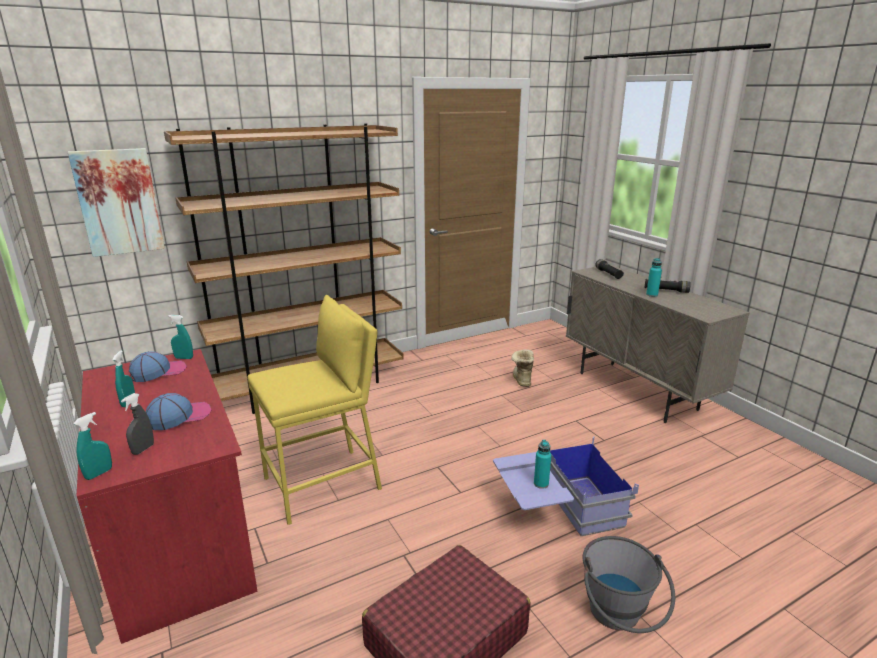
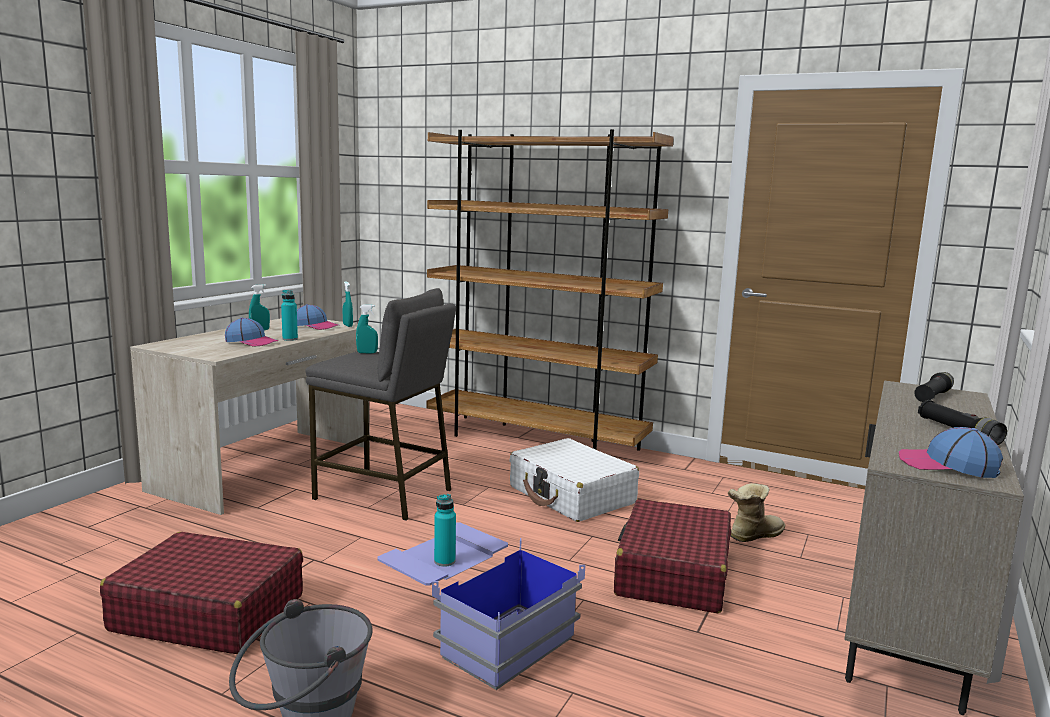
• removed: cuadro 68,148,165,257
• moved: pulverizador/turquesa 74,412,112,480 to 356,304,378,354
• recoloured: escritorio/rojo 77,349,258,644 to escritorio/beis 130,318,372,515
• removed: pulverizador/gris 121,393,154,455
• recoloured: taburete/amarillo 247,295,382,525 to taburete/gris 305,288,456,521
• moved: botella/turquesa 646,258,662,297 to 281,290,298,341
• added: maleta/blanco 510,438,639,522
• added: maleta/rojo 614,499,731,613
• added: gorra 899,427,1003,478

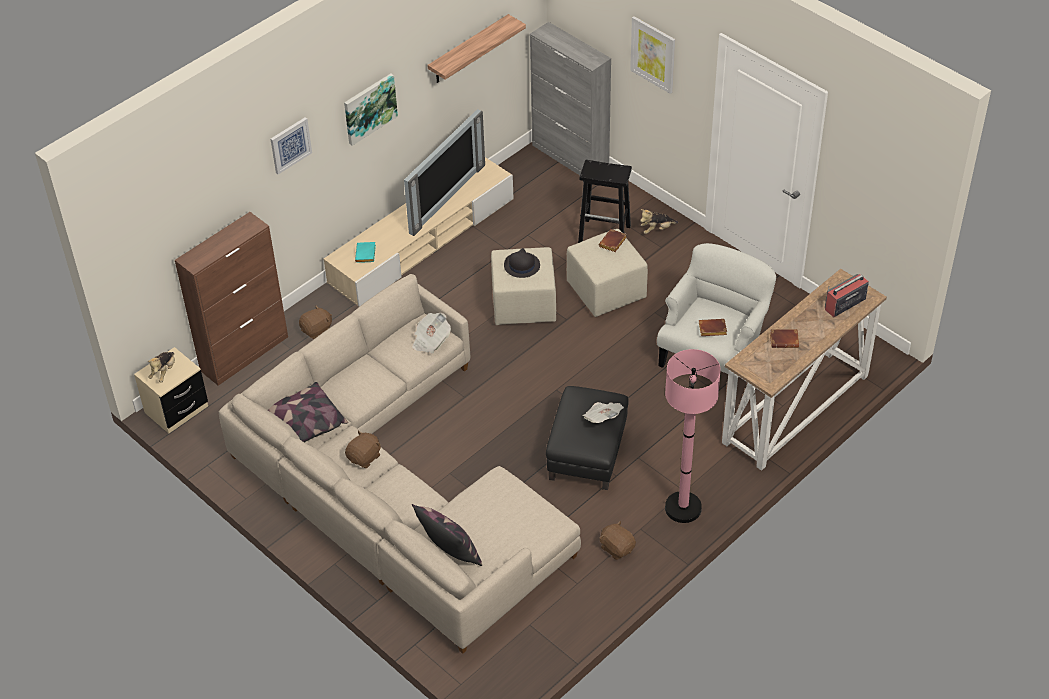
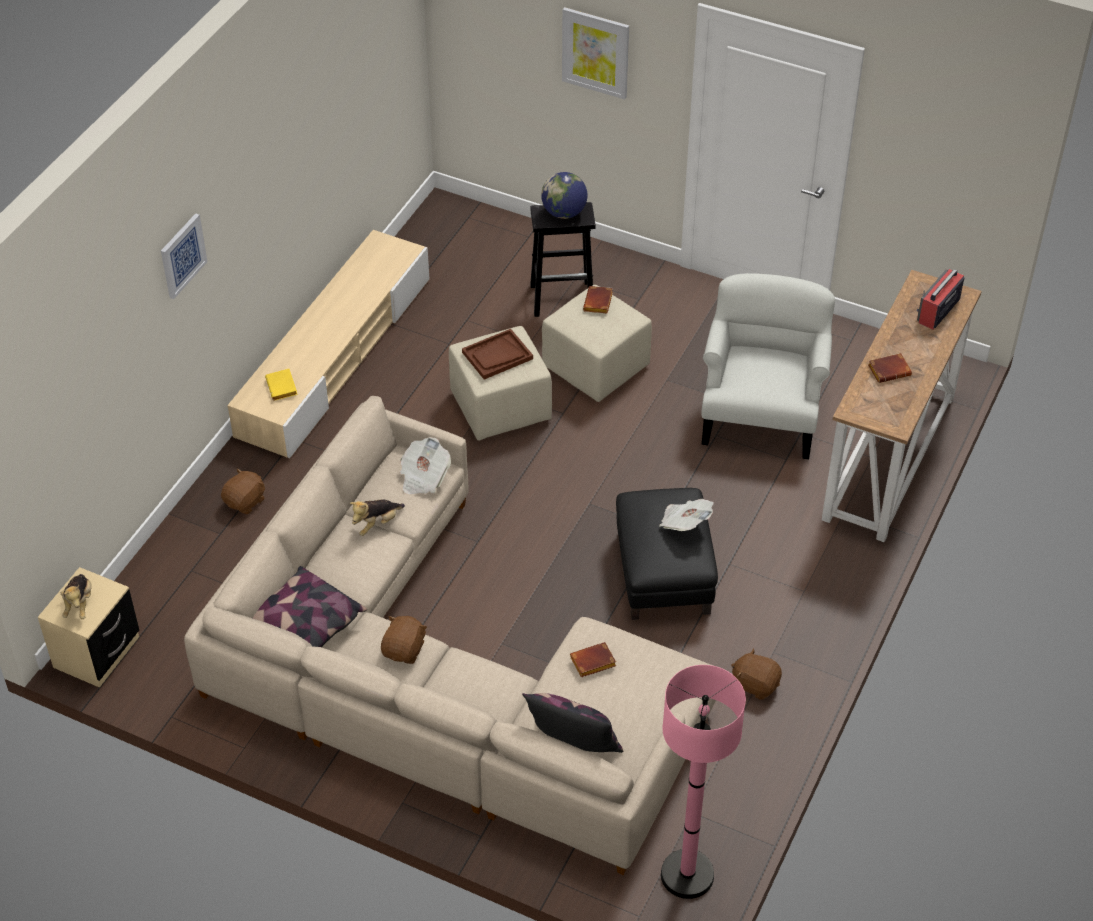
• removed: armario/marrón 175,212,288,386
• removed: cuadro 344,74,398,146
• recoloured: libro/turquesa 355,242,376,263 to libro/amarillo 265,369,298,401
• removed: televisor 404,109,485,236
• removed: estante 428,14,526,83
• replaced: sombrero/negro 504,248,540,278 to bandeja/marrón 462,329,533,380
• removed: armario/gris 530,22,611,175
• moved: peluche 640,209,678,234 to 350,499,405,536
• moved: lámpara de pie/rosa 665,349,721,523 to 661,665,746,899
• moved: libro/marrón 699,319,727,336 to 570,642,616,677
• added: globo terráqueo 541,172,588,219

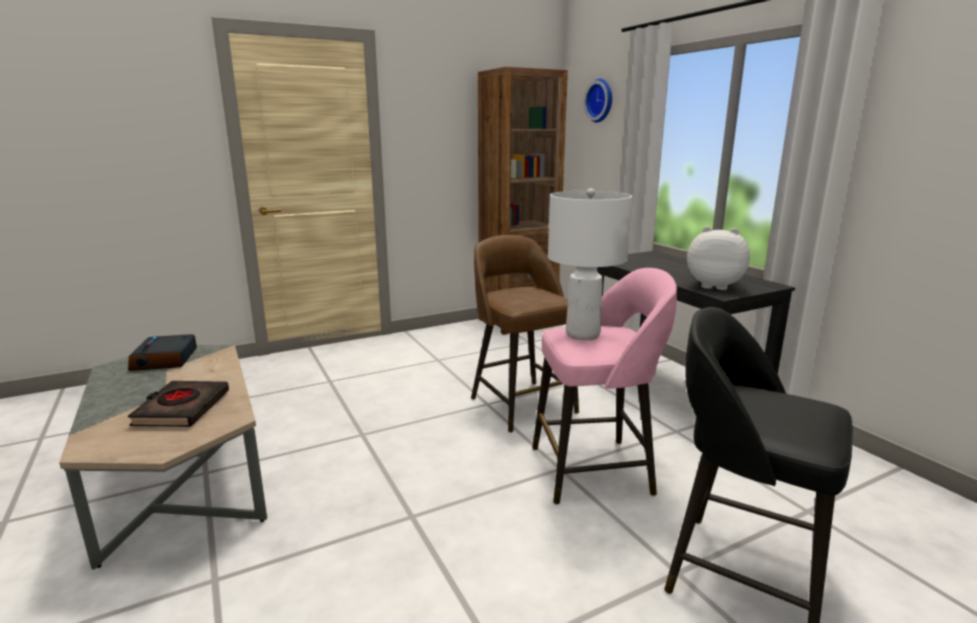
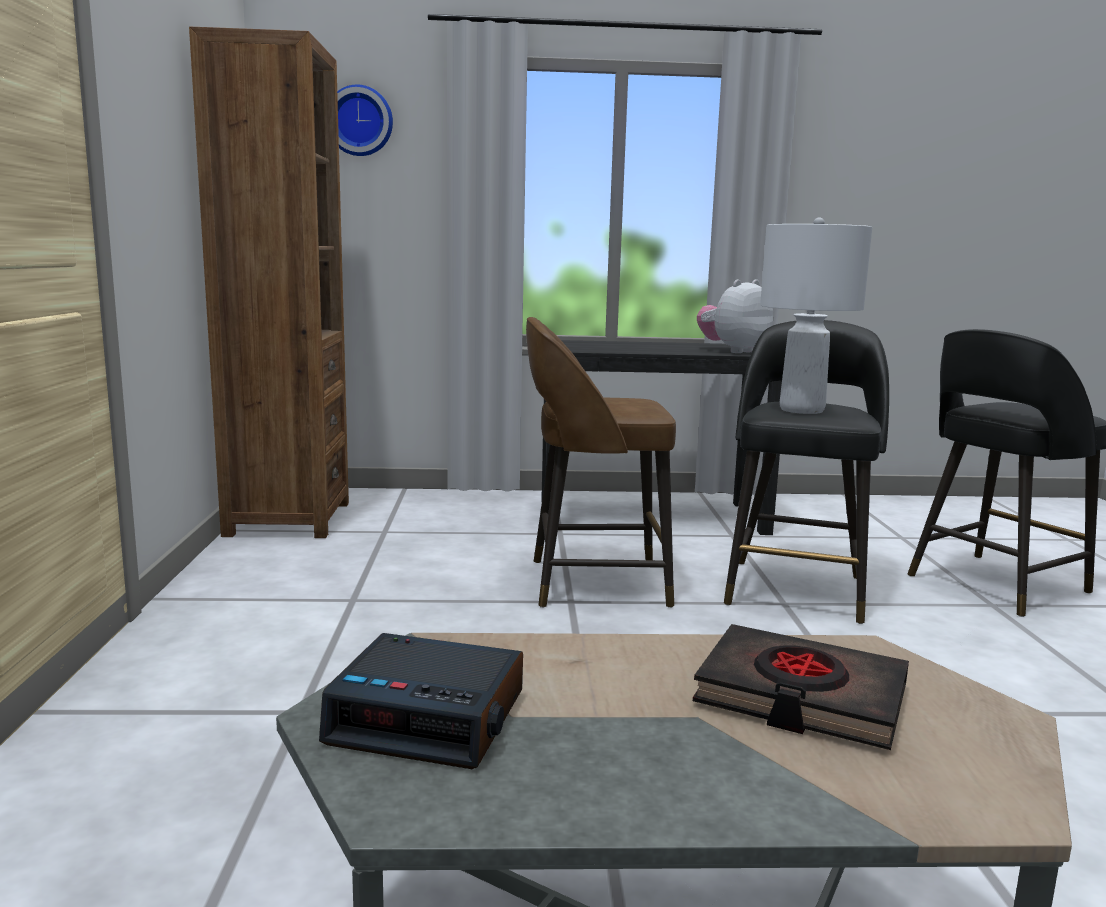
• recoloured: taburete/rosa 532,268,677,504 to taburete/negro 724,320,889,624

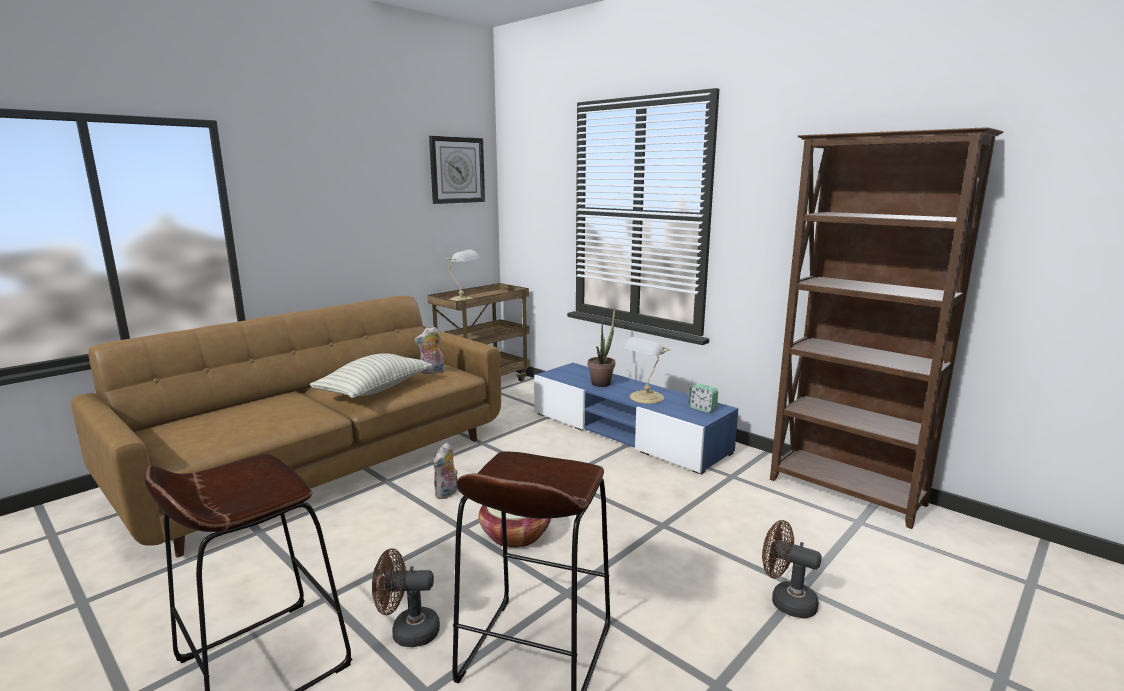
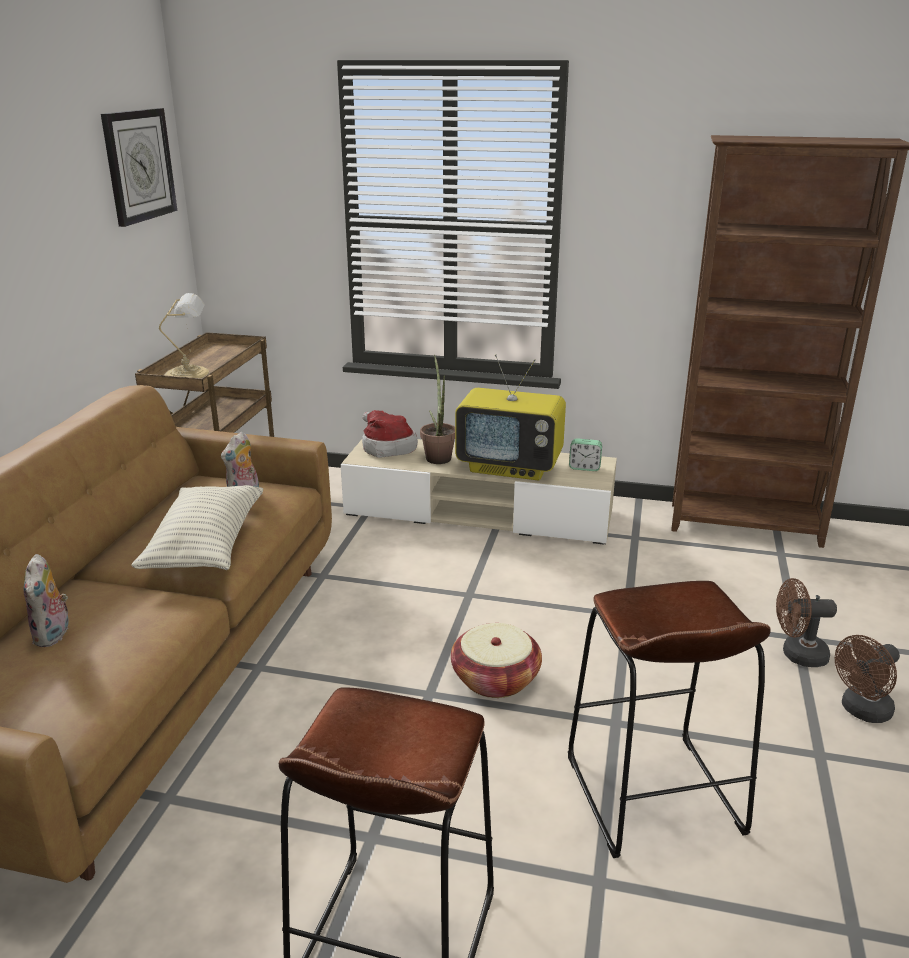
• moved: ventilador/marrón 372,548,440,647 to 835,635,900,723
• moved: peluche 433,442,458,499 to 24,554,72,647
• recoloured: mueble de televisión/azul 534,363,738,475 to mueble de televisión/beis 341,439,617,545
• replaced: lámpara de mesa 623,337,671,404 to televisor 455,354,566,480
• added: sombrero 362,410,418,458

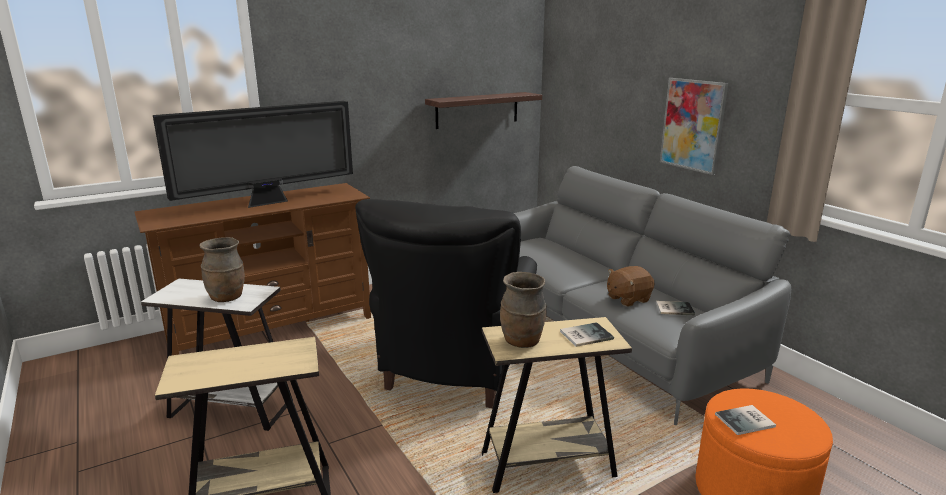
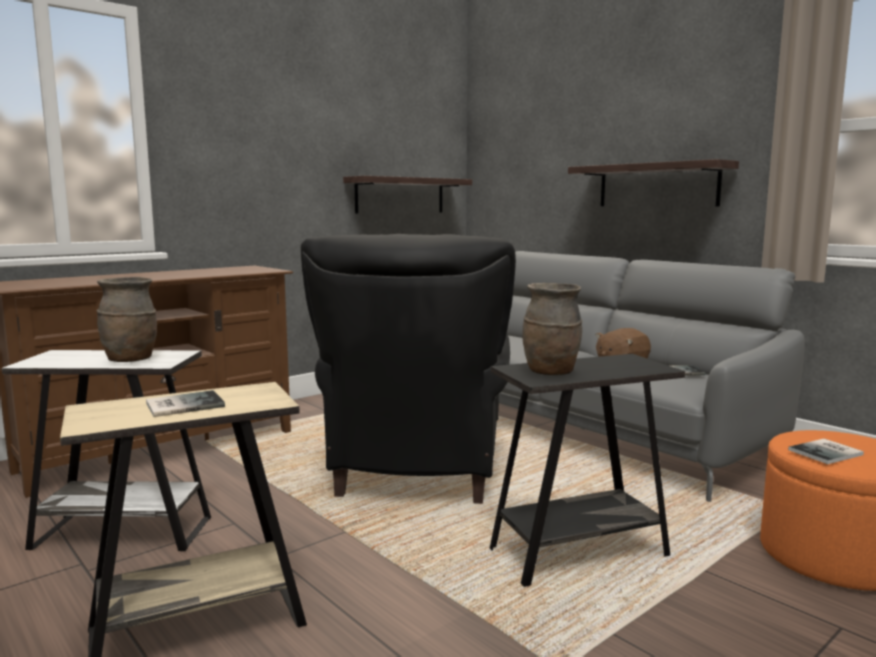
• removed: televisor 153,101,353,208
• recoloured: mesa auxiliar/beis 482,317,632,493 to mesa auxiliar/negro 490,354,685,587
• moved: libro 560,322,614,347 to 146,390,225,417
• replaced: cuadro 660,78,728,175 to estante 568,159,739,206

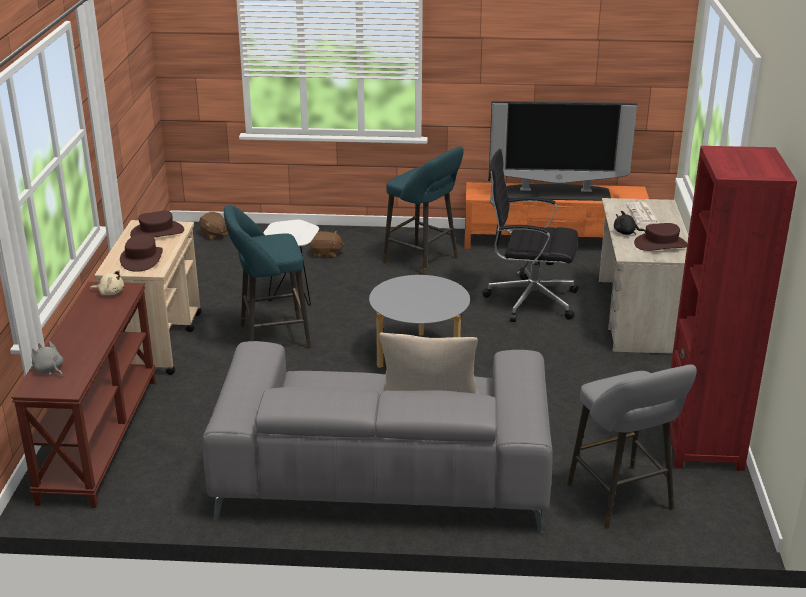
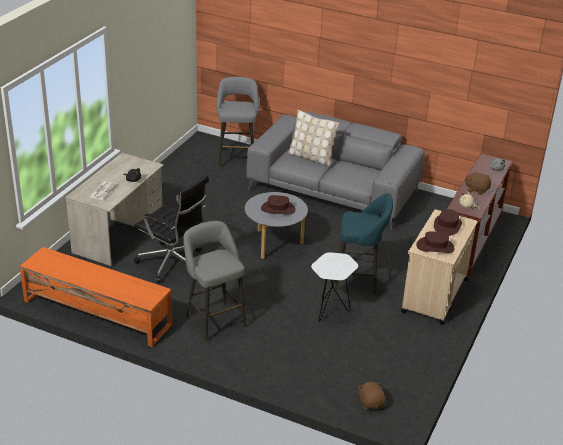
• moved: peluche/marrón 310,231,345,258 to 465,171,491,195
• recoloured: taburete/turquesa 383,146,464,275 to taburete/gris 183,221,246,341
• removed: televisor 489,101,637,201
• moved: sombrero/marrón 634,223,687,251 to 261,195,295,215
• removed: estantería/rojo 670,146,797,471

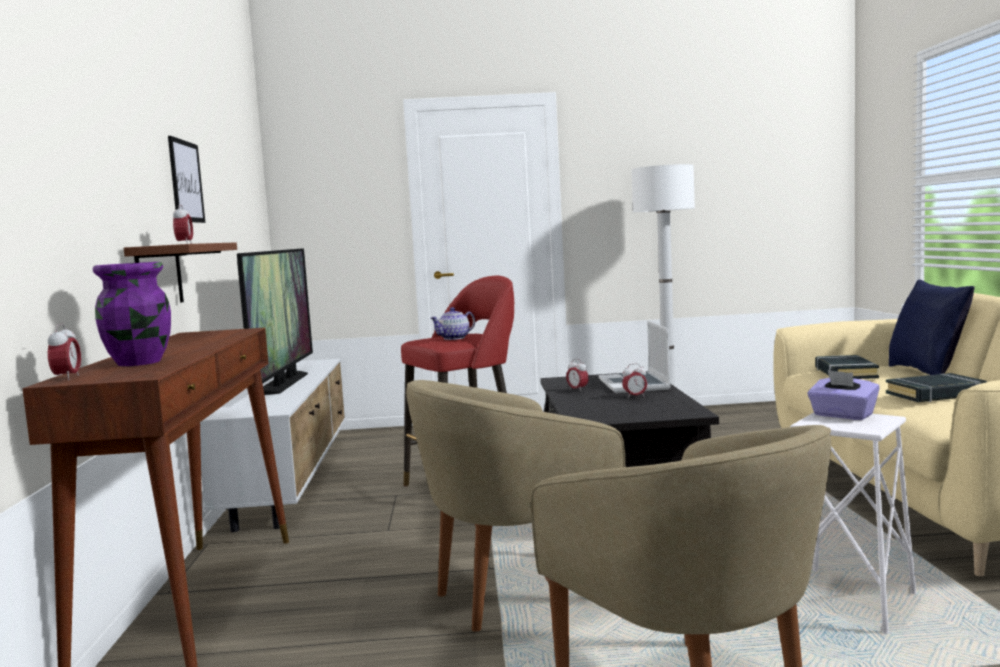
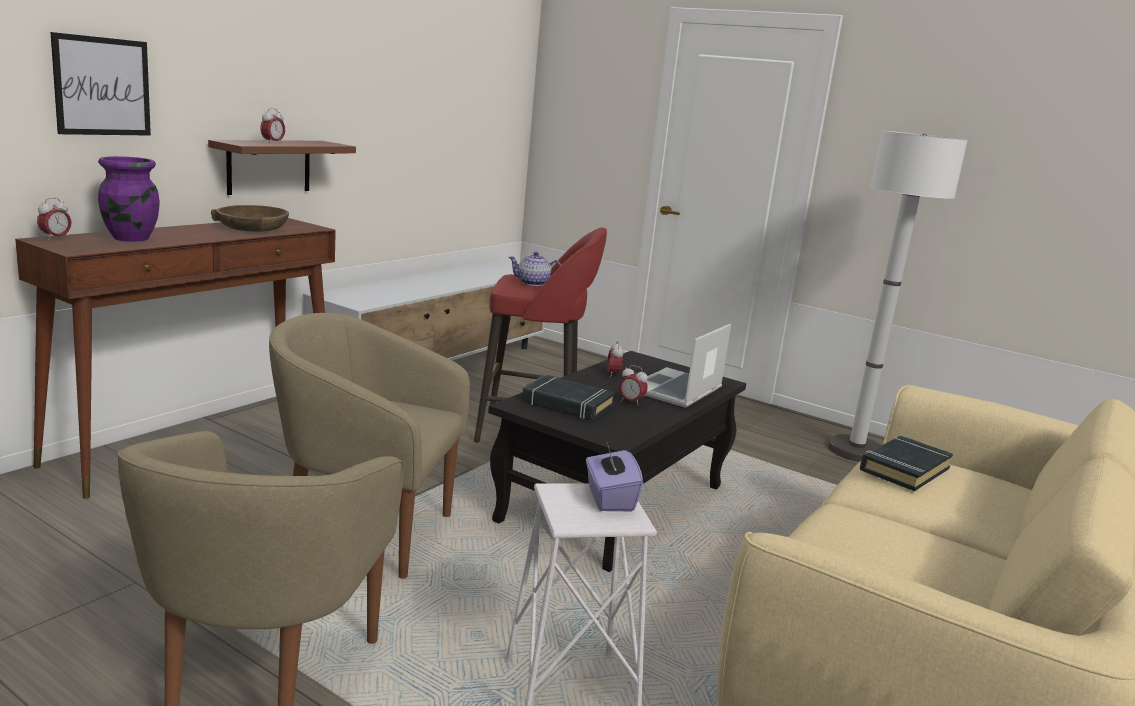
• moved: cuadro 168,136,205,223 to 50,32,151,136
• removed: televisor 237,248,313,395
• moved: libro/negro 886,373,987,402 to 522,375,615,420
• removed: cojín/azul 889,280,975,375
• added: cuenco/marrón 211,205,289,232

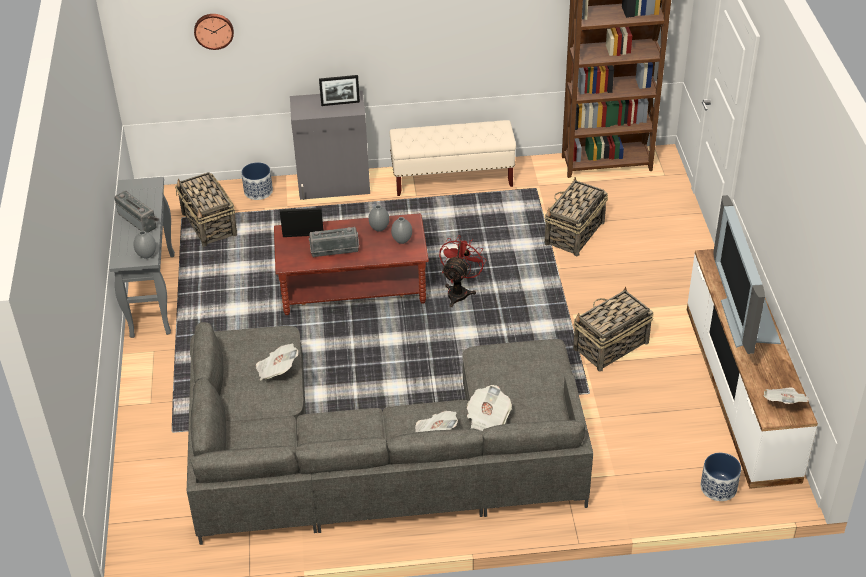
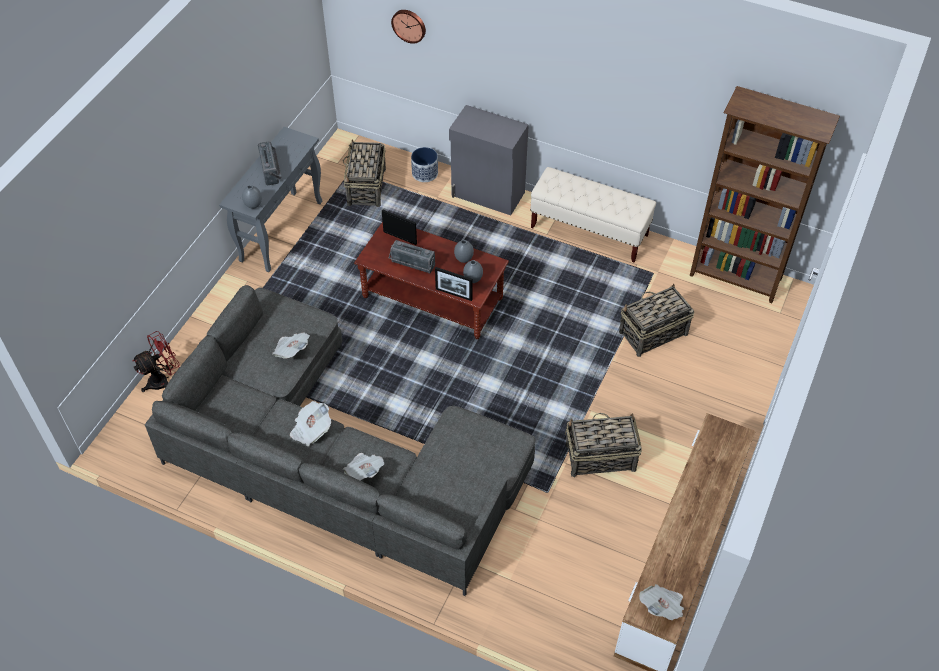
• moved: portarretratos 319,75,360,106 to 435,267,473,301
• moved: ventilador/rojo 439,235,486,307 to 132,331,180,392
• moved: periódico 467,385,512,432 to 290,401,331,447
• removed: maceta 701,453,741,501
• removed: televisor 713,195,781,354

